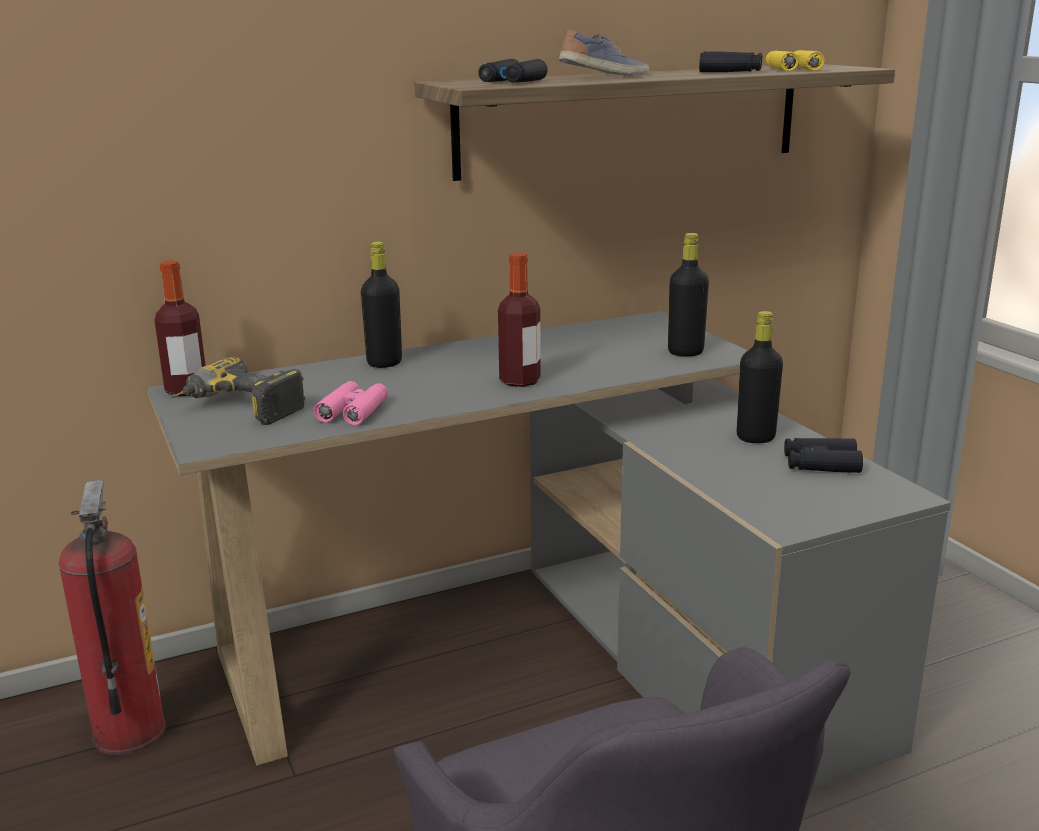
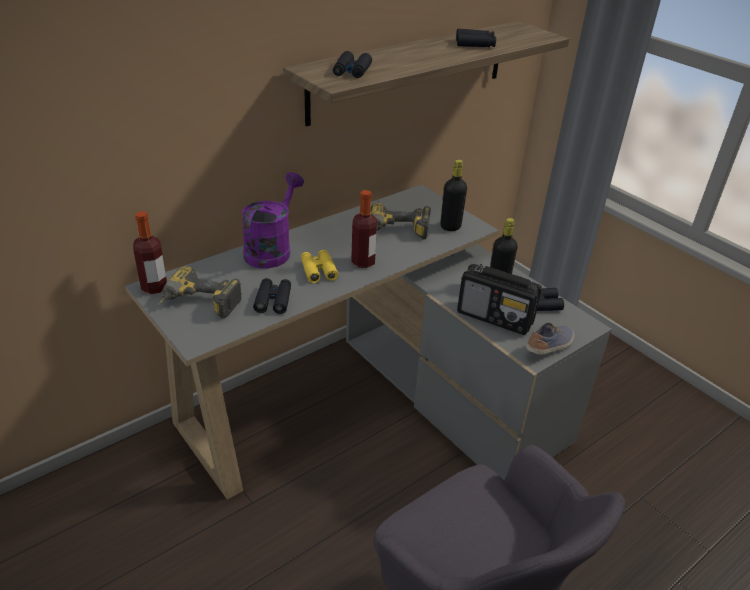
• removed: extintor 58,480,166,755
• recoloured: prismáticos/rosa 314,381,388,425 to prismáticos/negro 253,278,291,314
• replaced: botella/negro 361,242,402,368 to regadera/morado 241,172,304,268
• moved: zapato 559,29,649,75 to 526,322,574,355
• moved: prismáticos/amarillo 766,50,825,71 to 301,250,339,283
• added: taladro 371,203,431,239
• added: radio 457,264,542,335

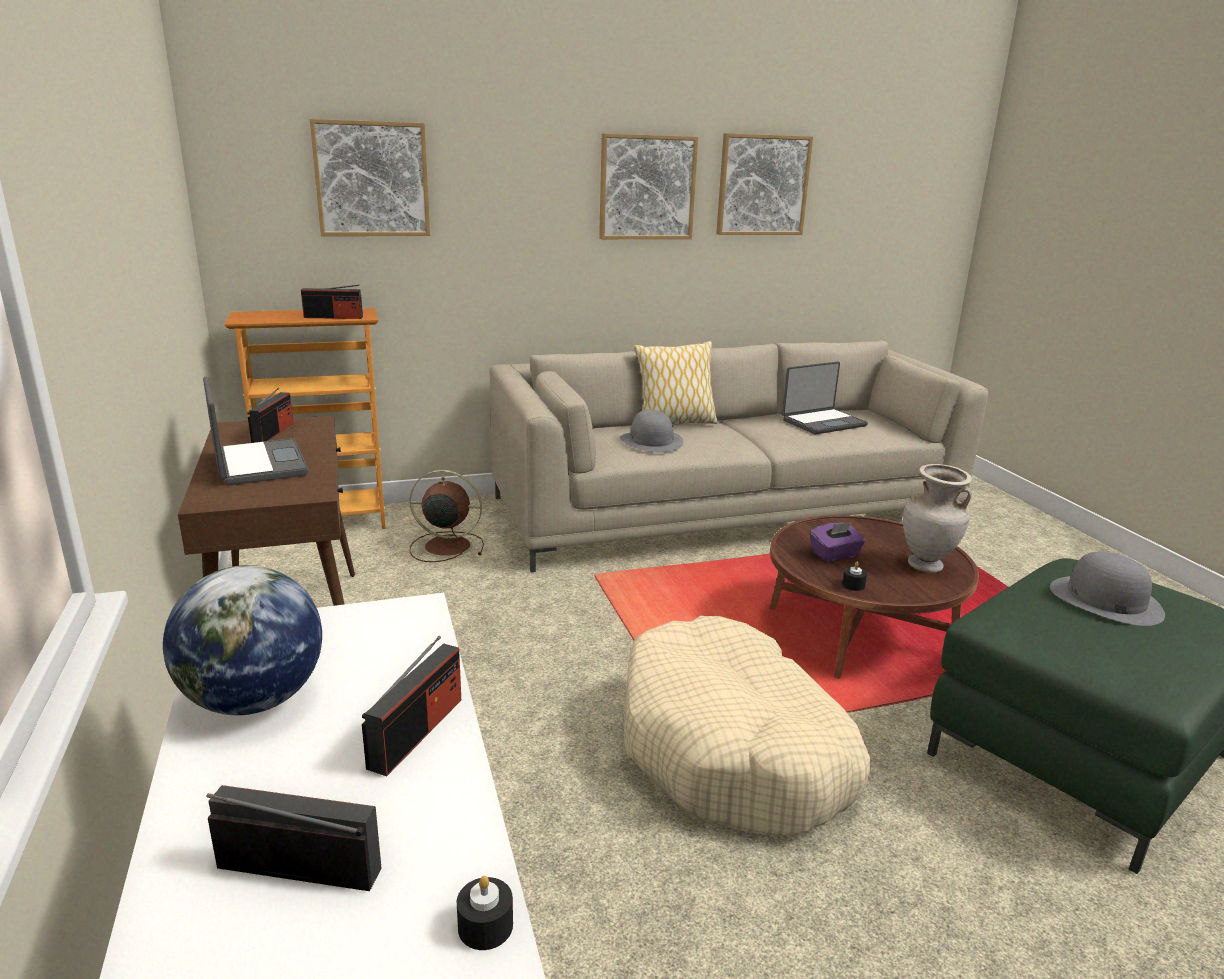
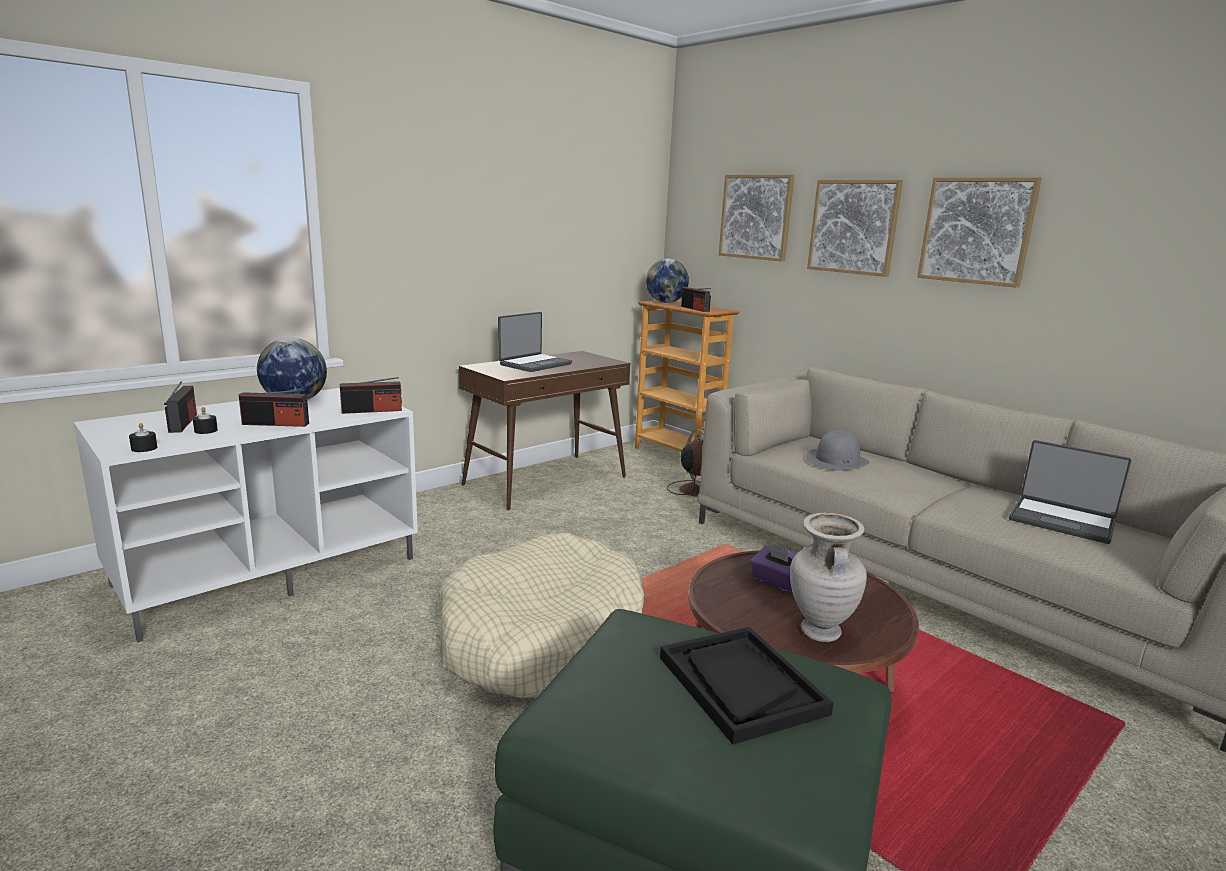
• moved: radio 248,388,293,443 to 340,377,402,414
• removed: cojín 634,341,718,425
• moved: cuadro 716,133,813,235 to 807,180,903,277
• moved: vela/negro 842,561,867,591 to 193,407,218,434
• replaced: sombrero/gris 1050,552,1165,626 to bandeja/negro 660,627,834,745
• added: globo terráqueo 646,259,689,303

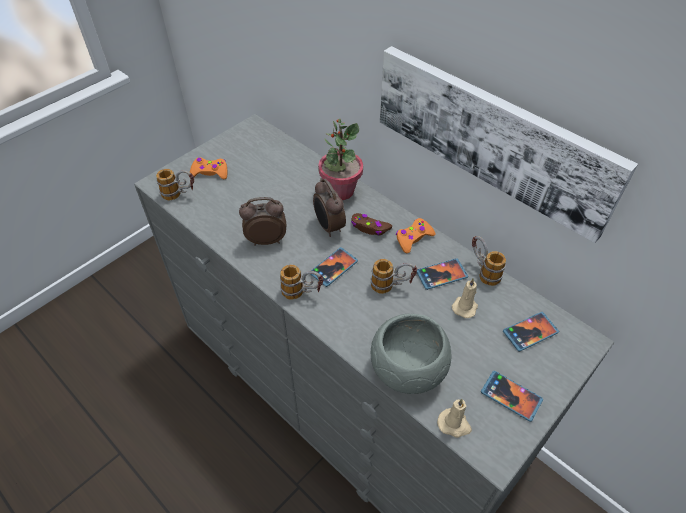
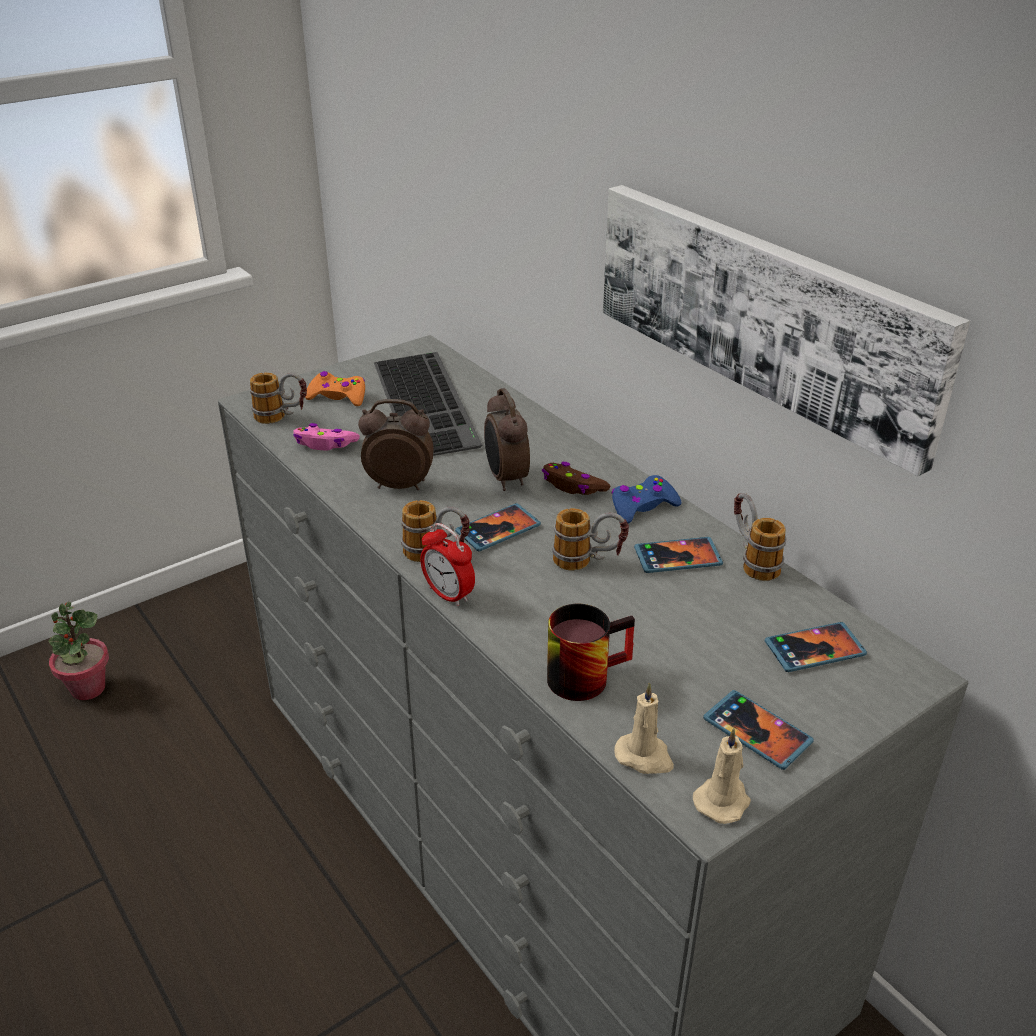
• moved: planta en maceta 318,119,363,200 to 48,602,109,700
• replaced: cuenco/gris 371,314,451,394 to taza grande 547,604,635,701
• recoloured: mando de consola/naranja 396,218,436,253 to mando de consola/azul 612,475,682,524
• moved: vela/beis 452,278,478,318 to 693,728,751,824
• added: mando de consola/rosa 293,423,360,451
• added: teclado 374,352,482,456
• added: despertador 420,523,475,607

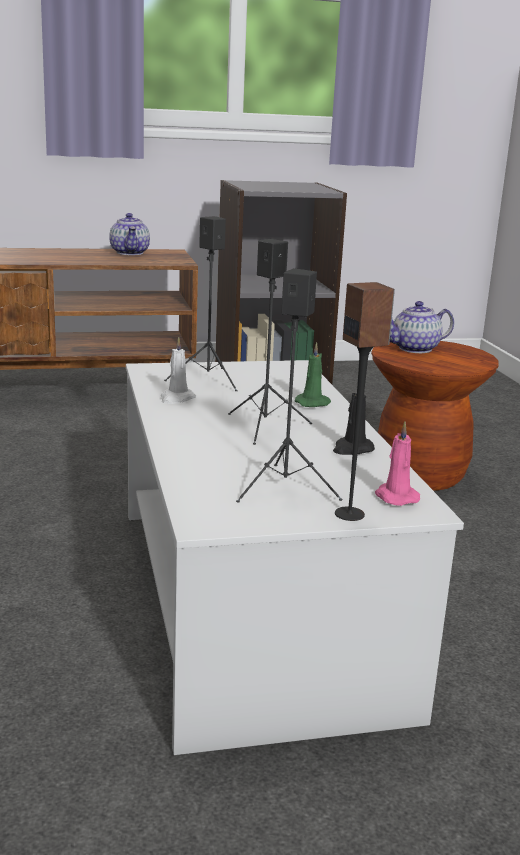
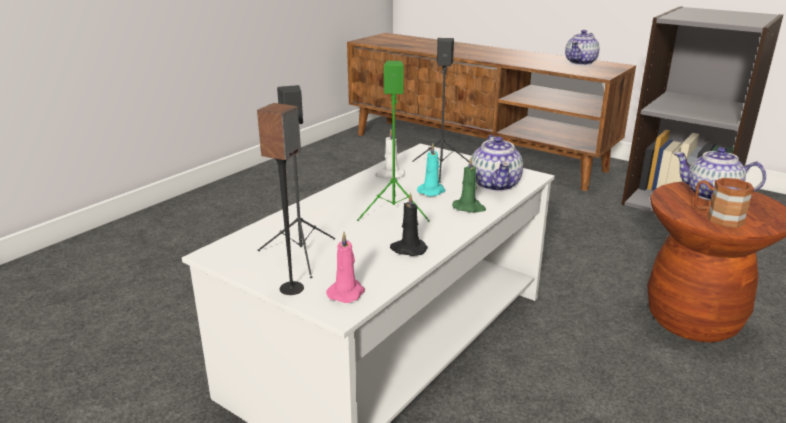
• recoloured: altavoz/negro 228,239,312,445 to altavoz/verde 357,61,430,222
• added: vela/turquesa 417,143,445,196
• added: tetera 472,135,523,191
• added: taza grande/marrón 694,178,754,228

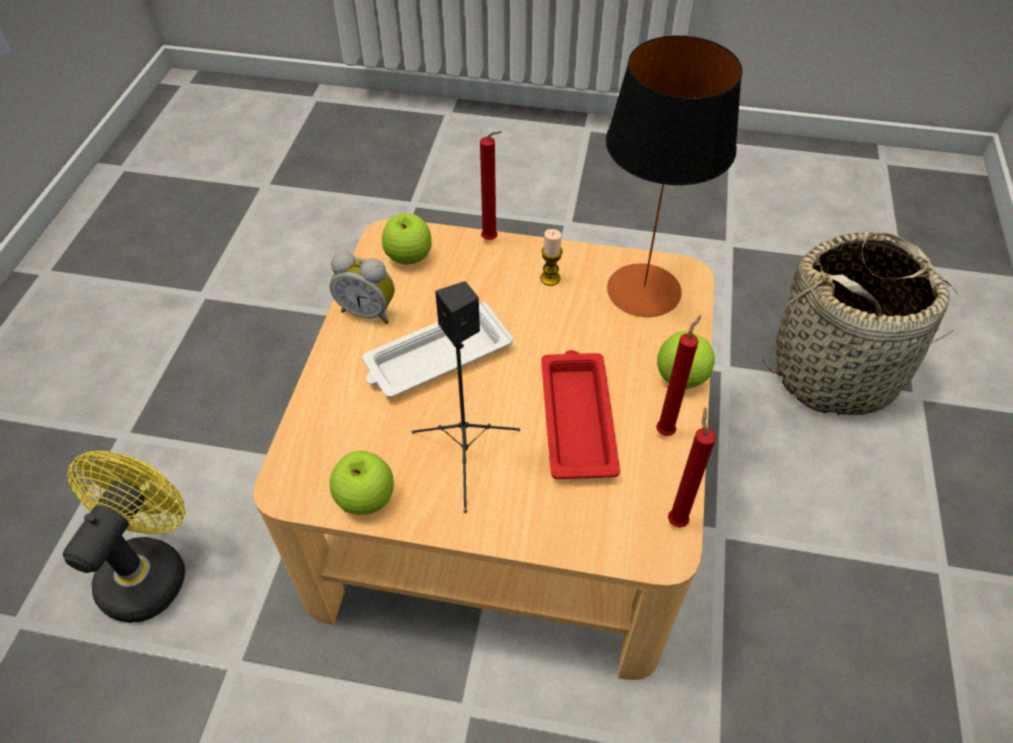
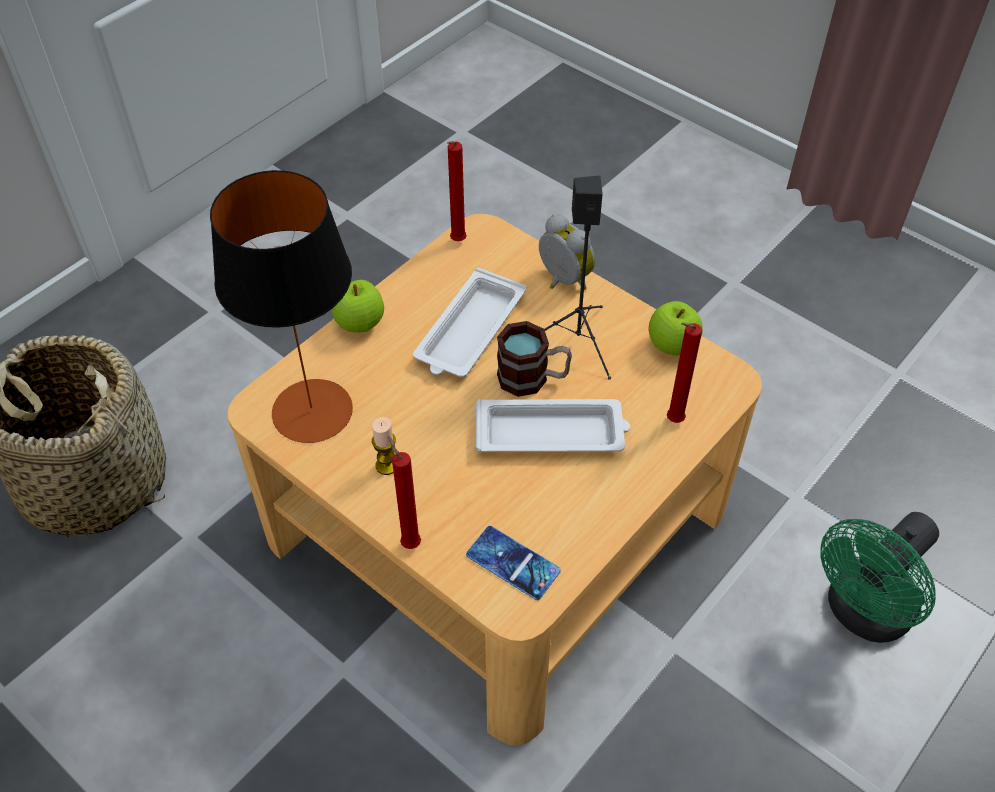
• recoloured: ventilador/amarillo 63,451,185,623 to ventilador/verde 820,512,939,643
• moved: despertador 330,251,395,324 to 539,214,595,290
• replaced: manzana 382,213,432,265 to móvil 466,526,561,600
• recoloured: bandeja/rojo 541,350,620,479 to bandeja/blanco 413,268,526,377
• moved: vela/rojo 656,315,701,436 to 667,323,702,423
• added: taza grande 497,321,572,397

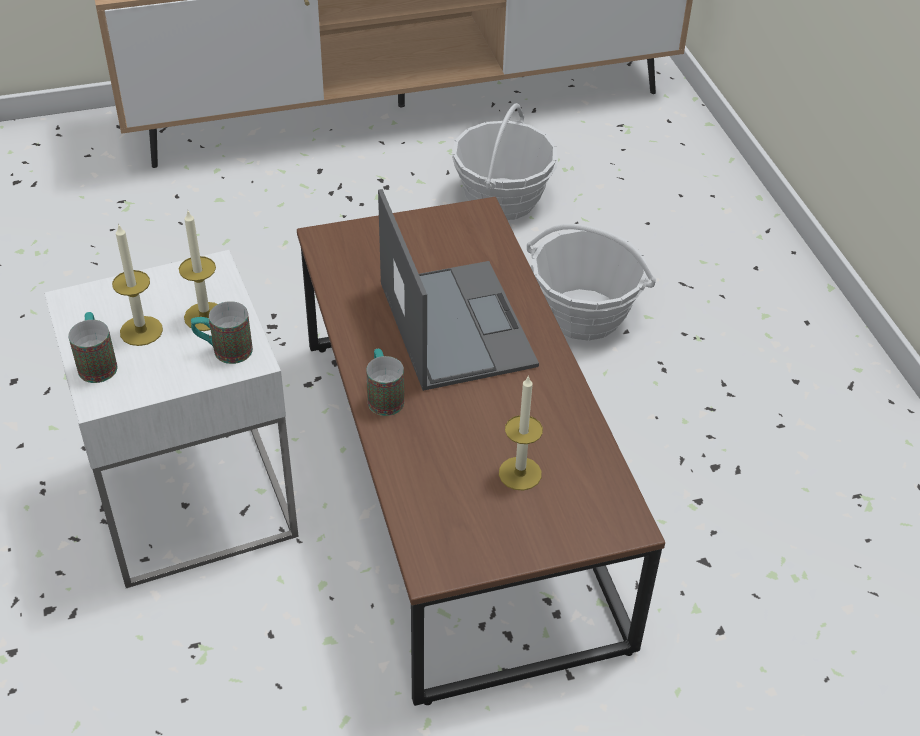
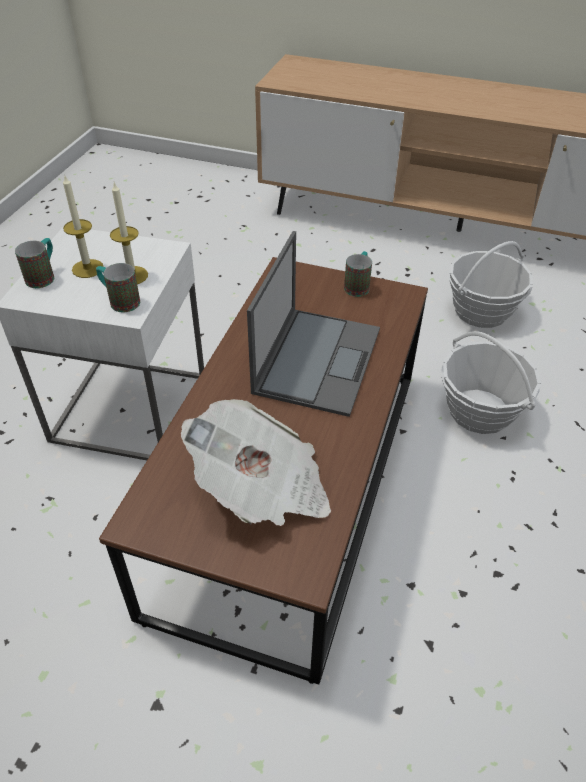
• moved: taza grande 366,349,404,416 to 344,251,372,297
• replaced: vela 499,375,543,491 to periódico 181,399,331,526

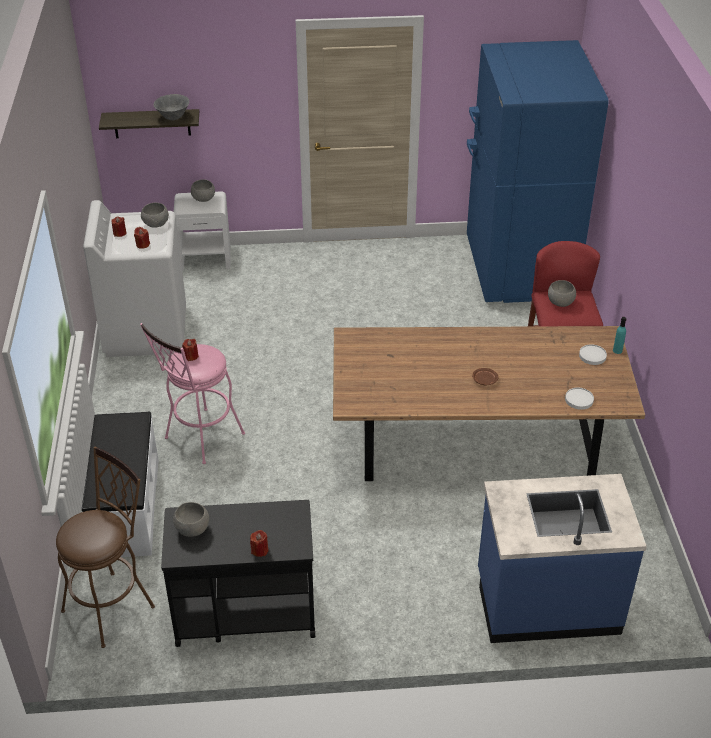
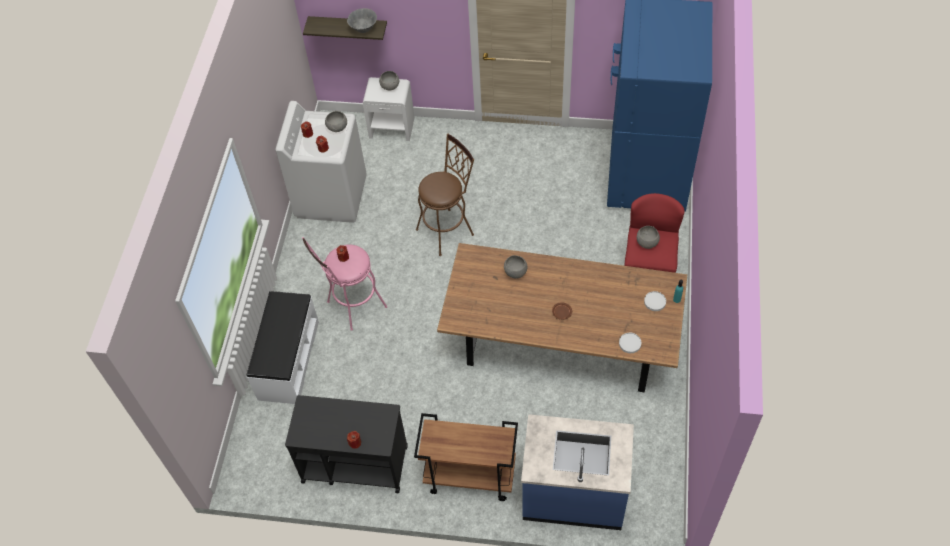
• moved: taburete/marrón 56,447,155,648 to 416,134,474,256
• moved: cuenco/gris 173,502,209,537 to 504,255,527,279
• added: carrito/marrón 414,413,518,501

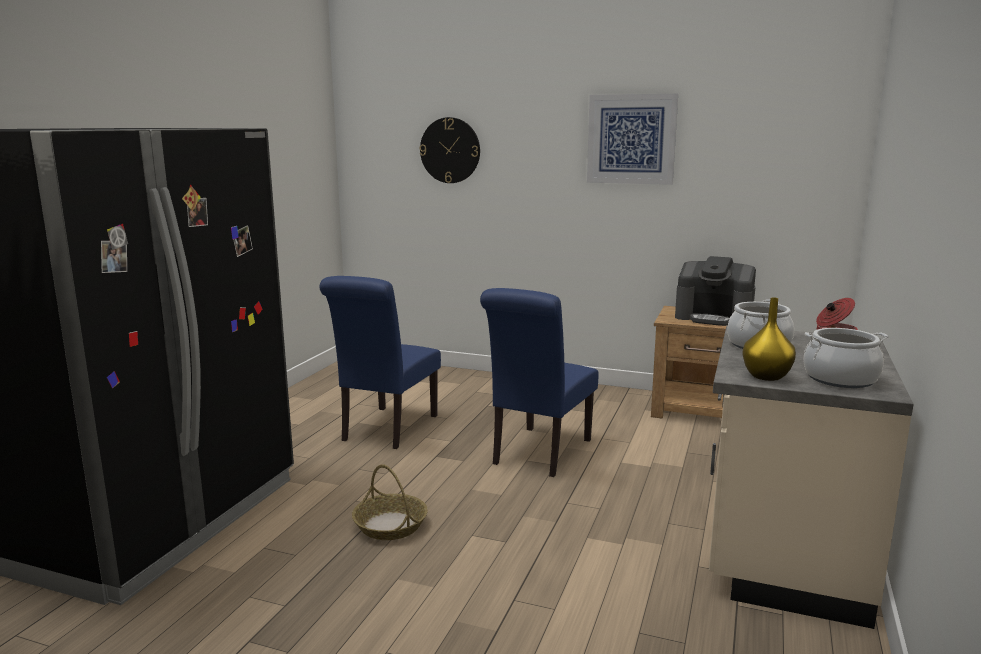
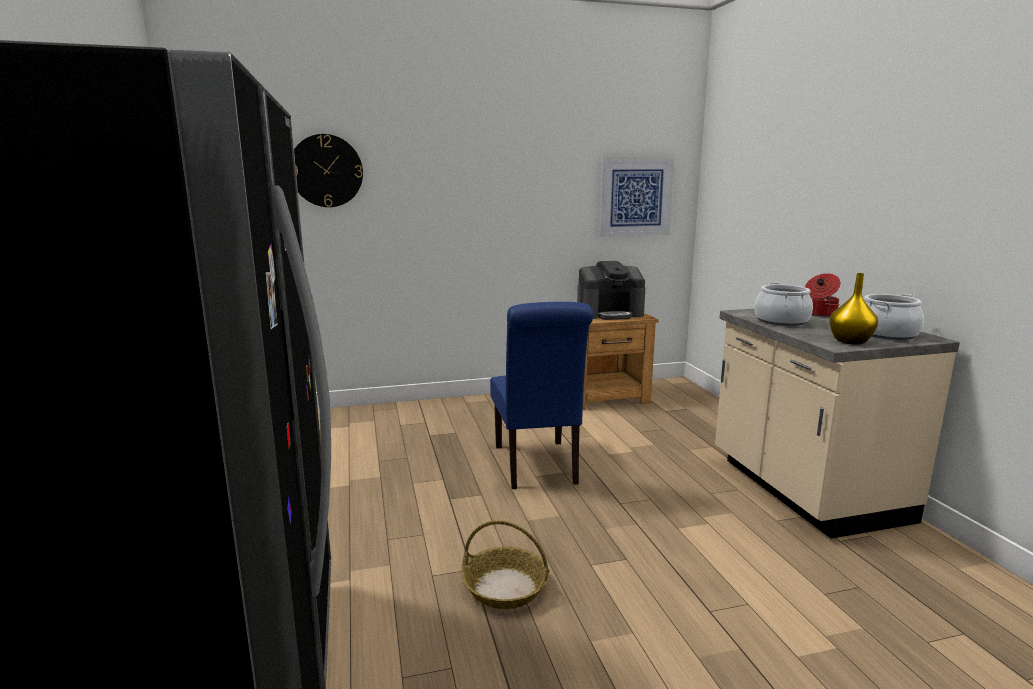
• removed: silla/azul 319,276,441,449
• moved: cuadro 587,94,678,185 to 599,158,674,237

